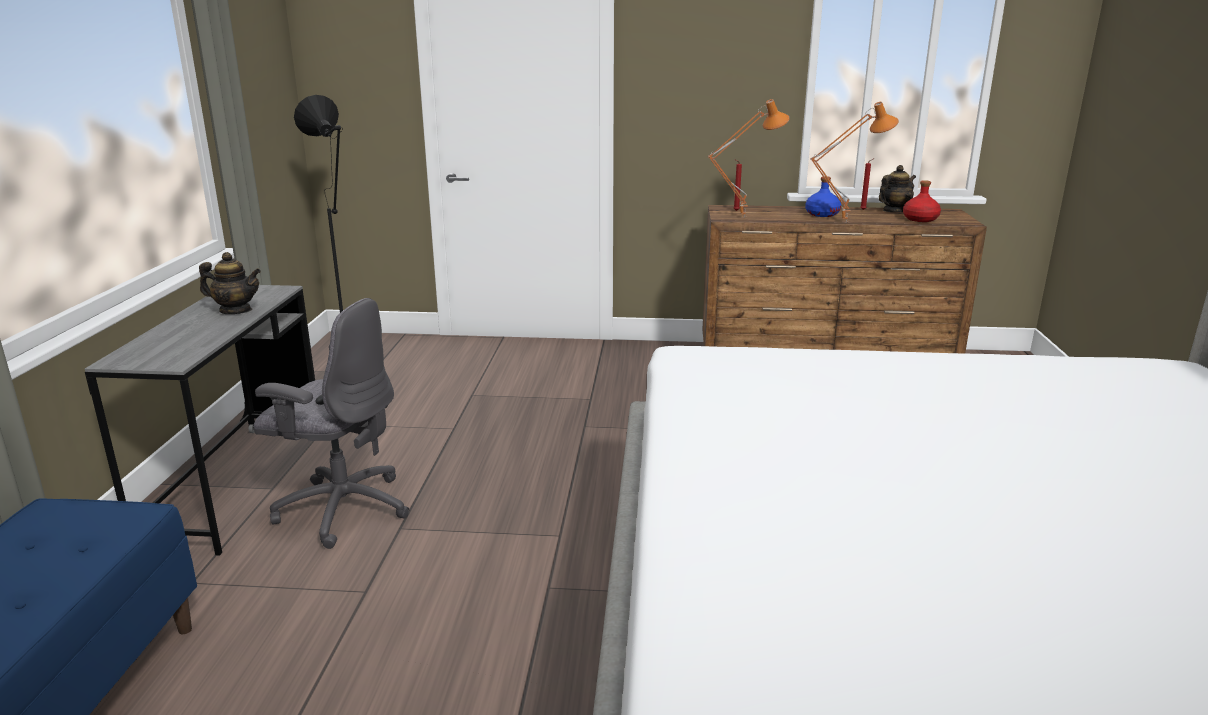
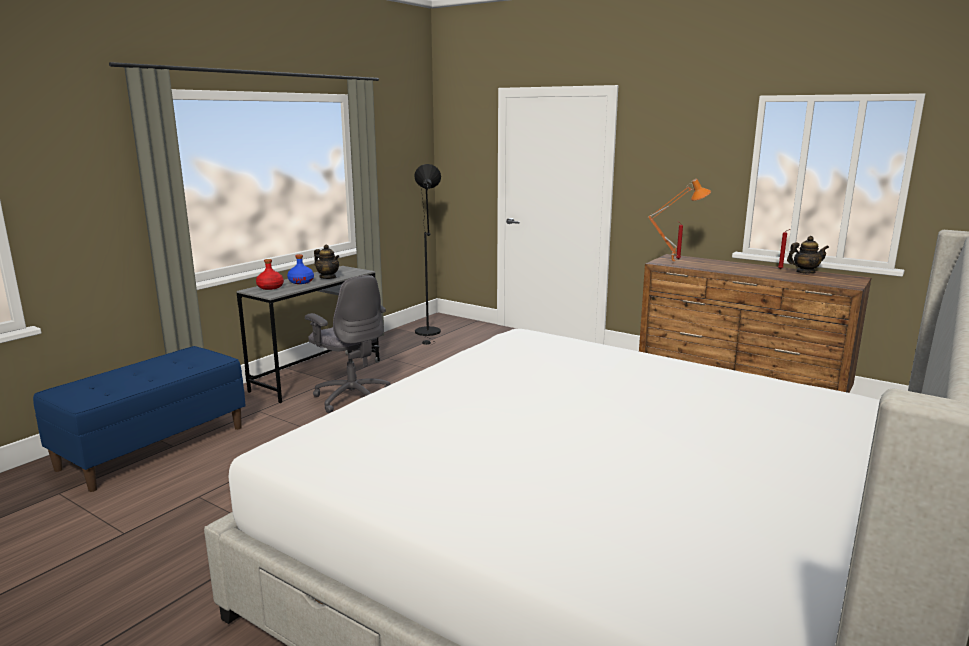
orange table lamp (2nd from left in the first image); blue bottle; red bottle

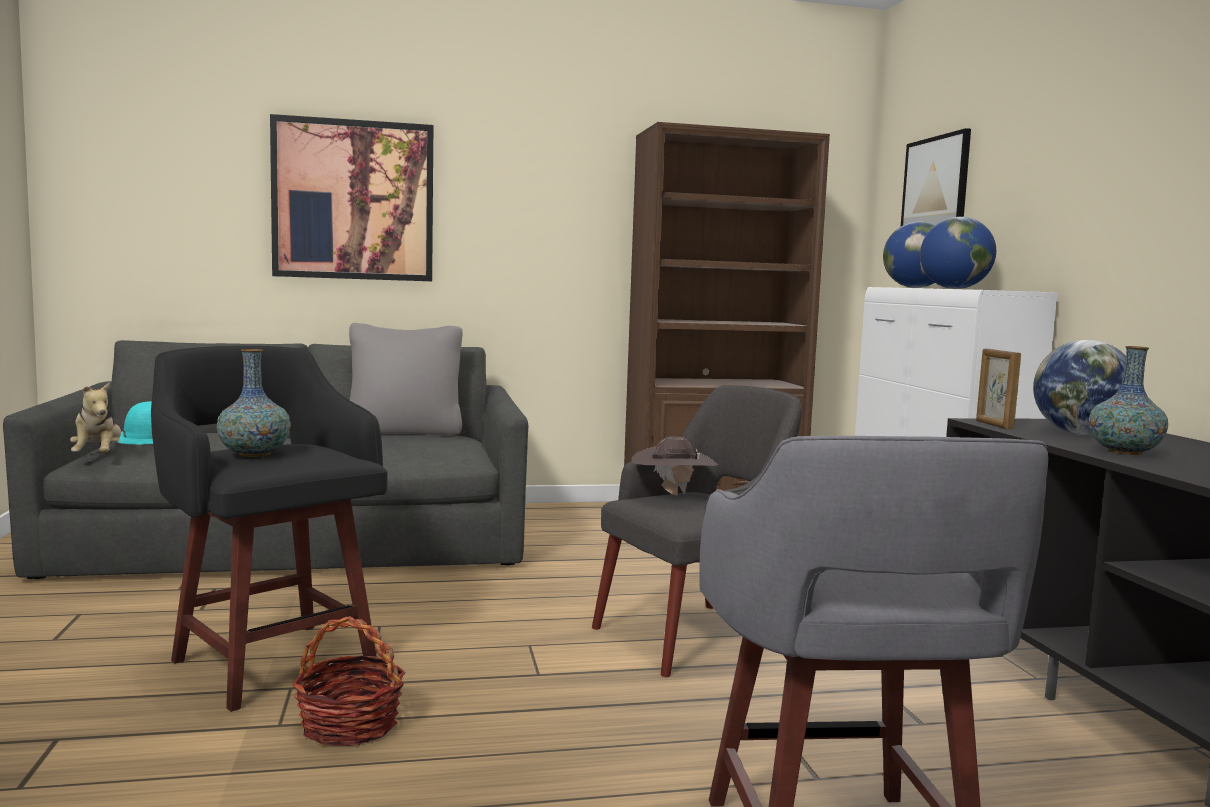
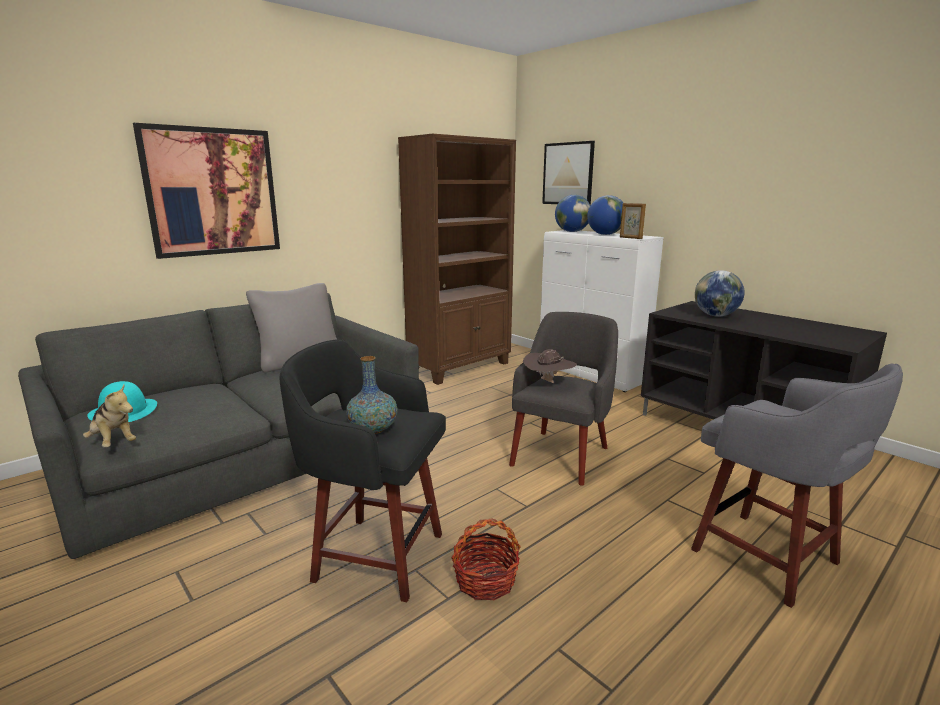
vase (2nd from left in the first image); picture frame

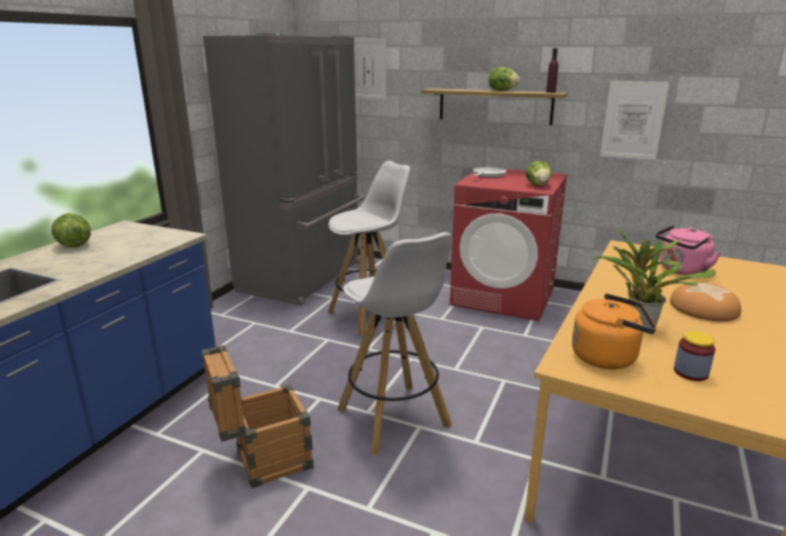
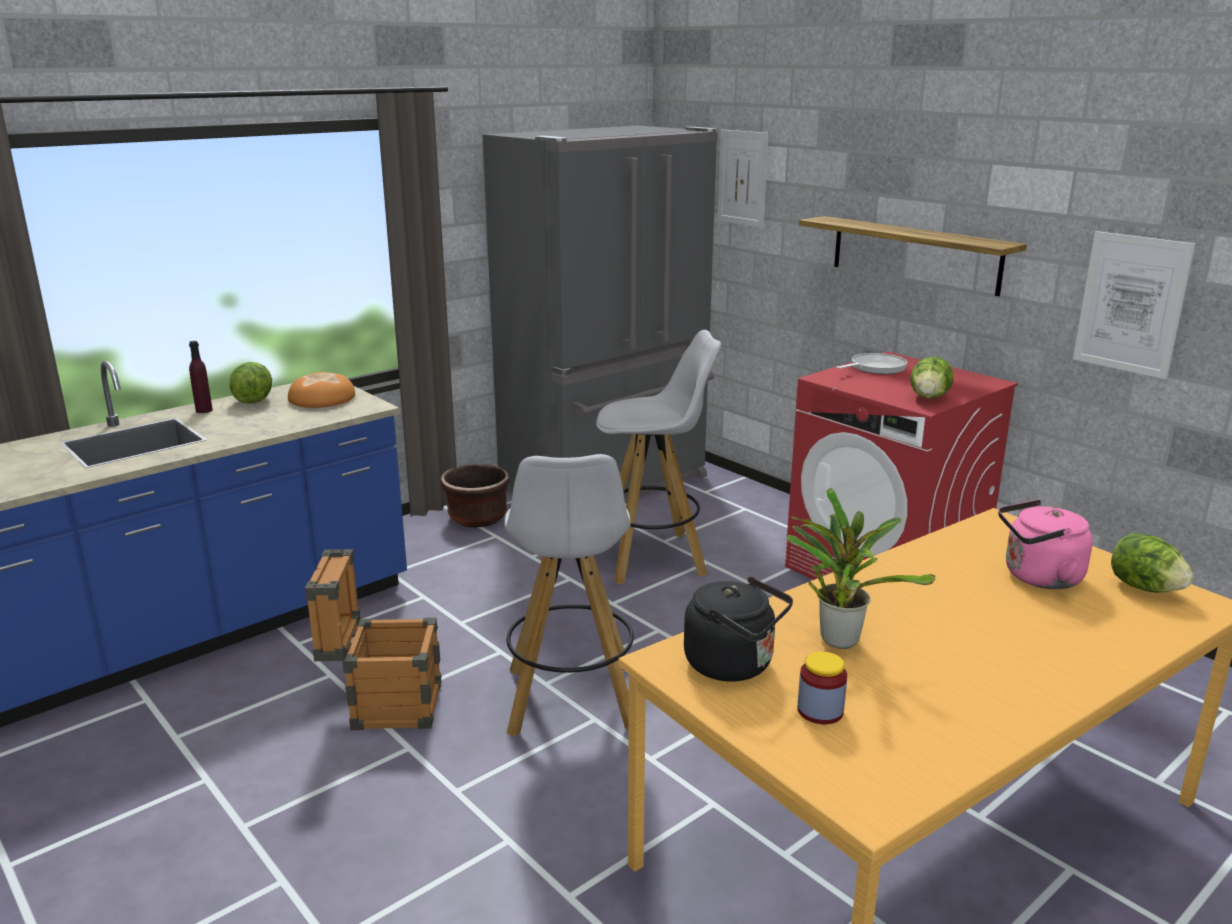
brown planter; lettuce (3rd from left); purple bottle; bread; black kettle

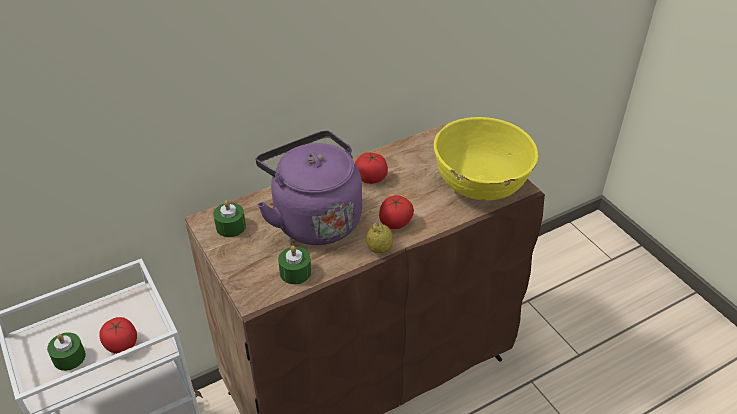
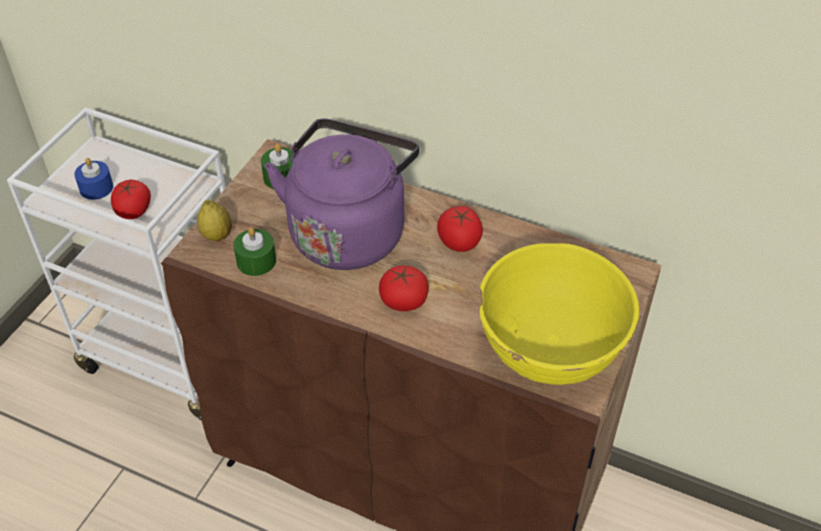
lemon; blue candle

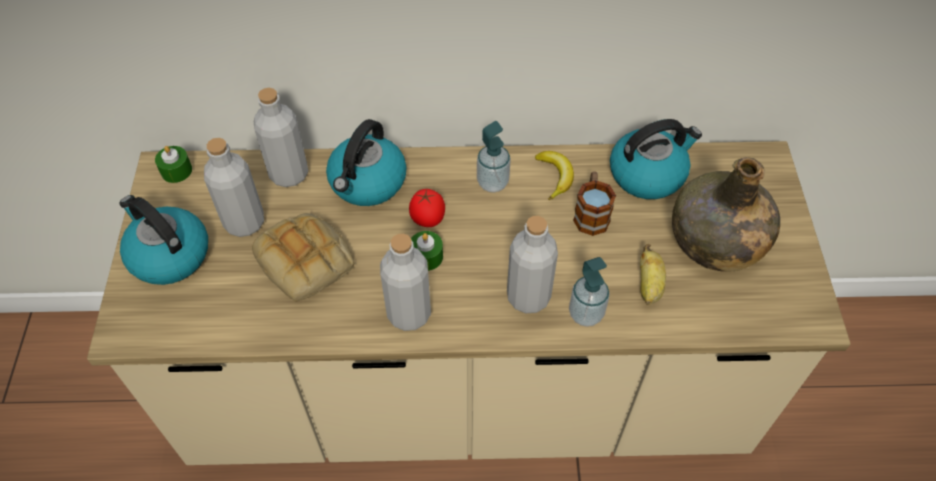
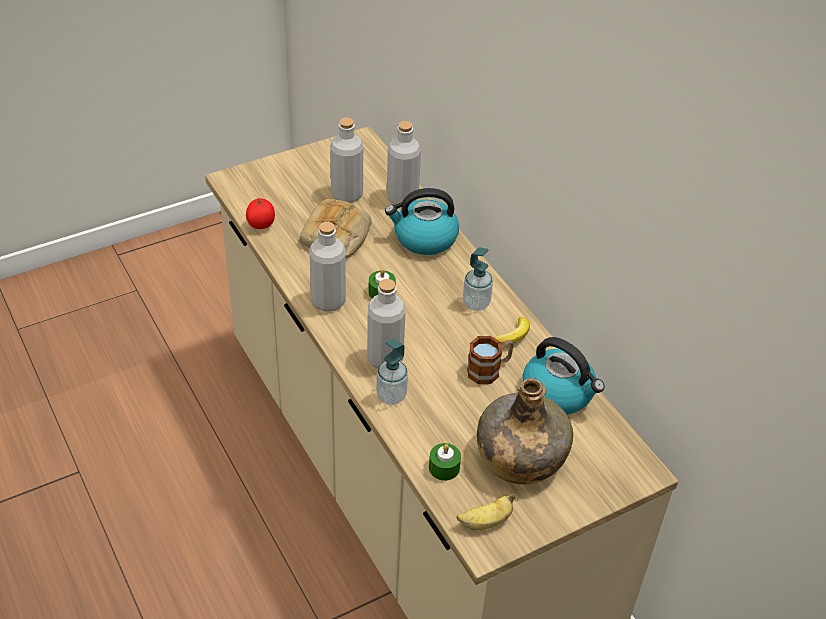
kettle (1st from left in the first image); green candle (2nd from left); tomato; banana (1st from left)

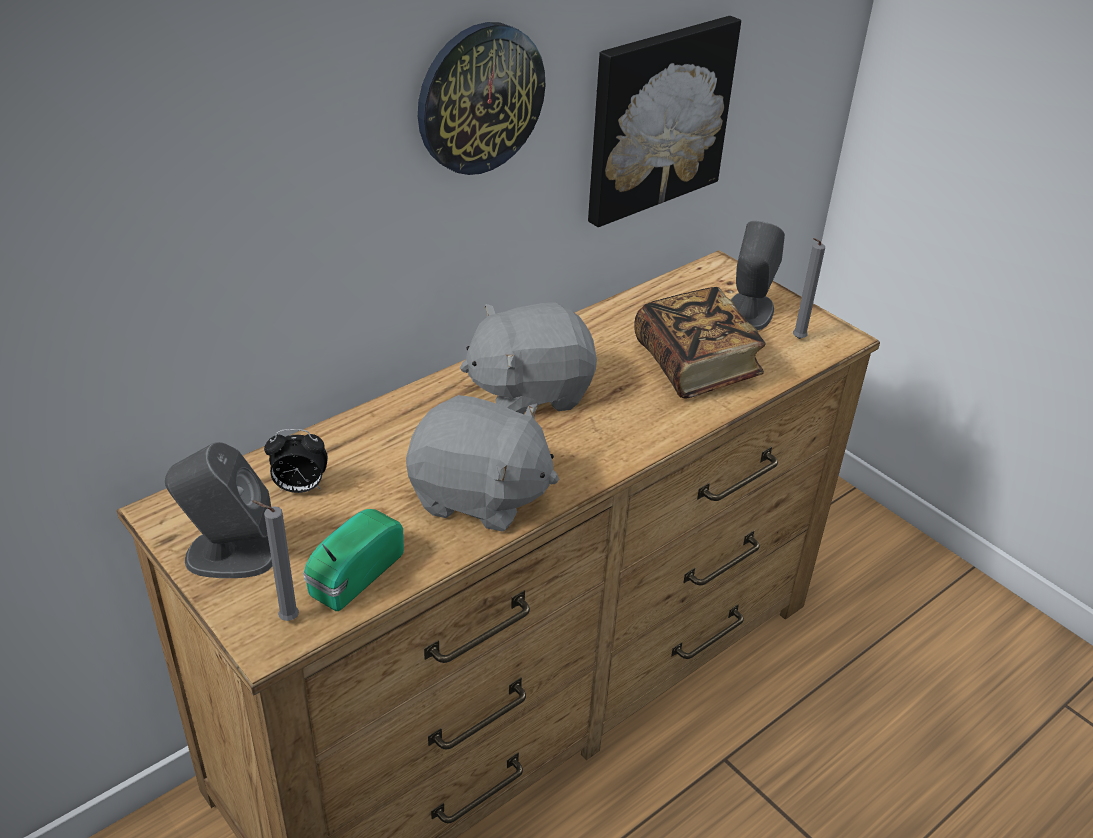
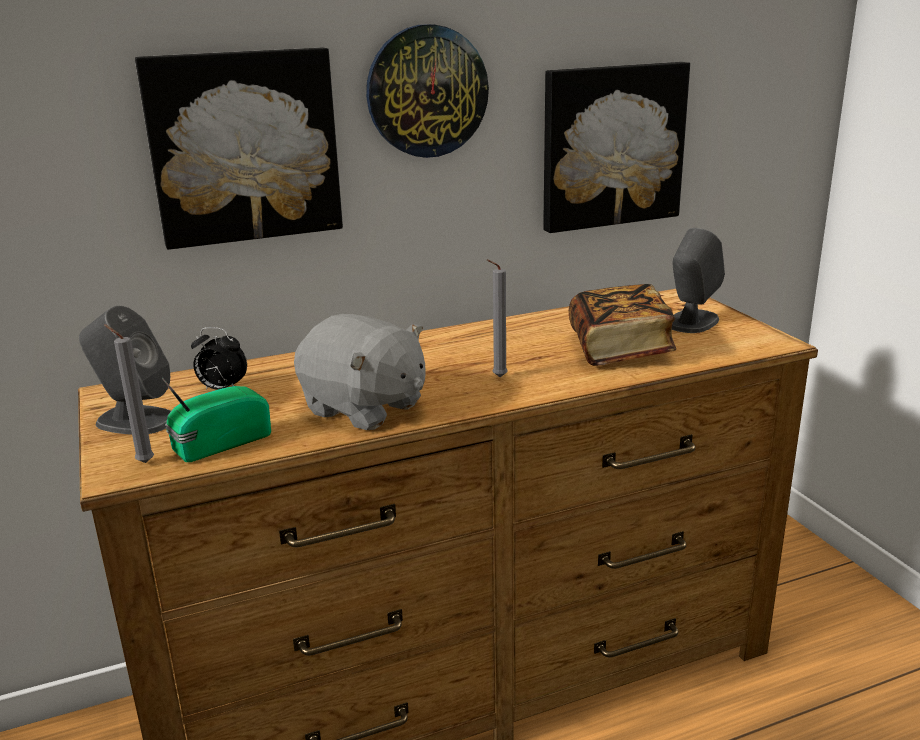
grey plush toy (2nd from left in the first image); picture (1st from left); grey candle (2nd from left)

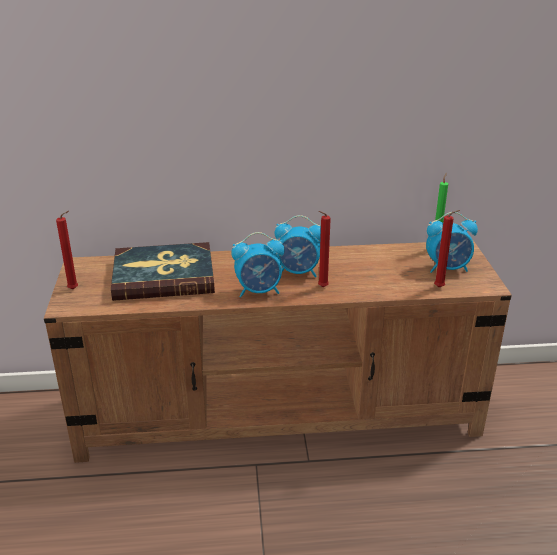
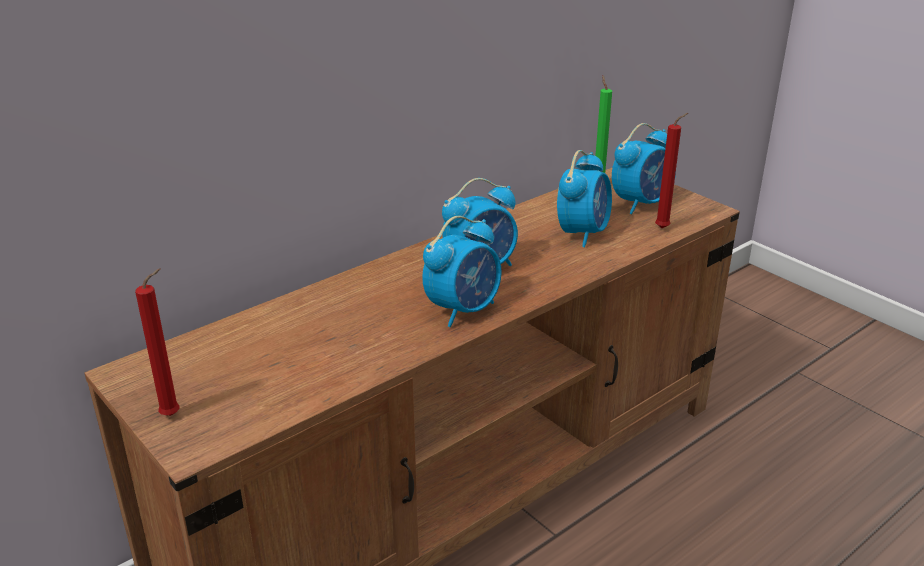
book; red candle (2nd from left in the first image); alarm clock (3rd from left)

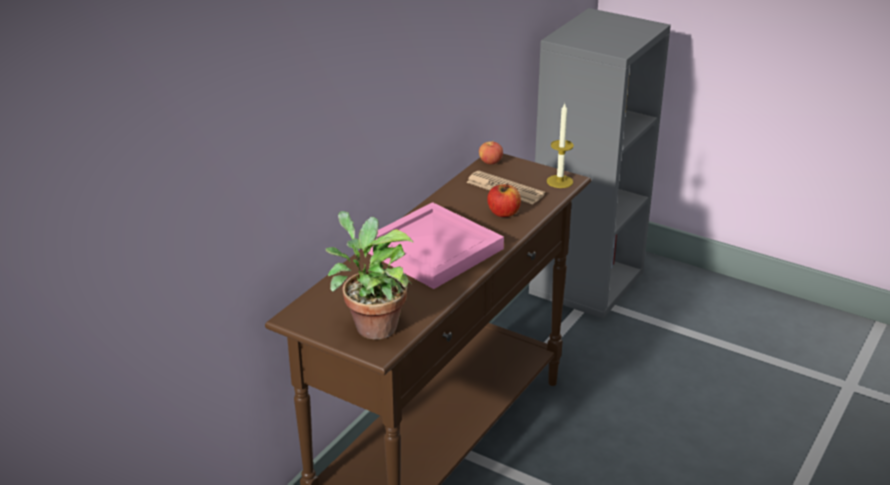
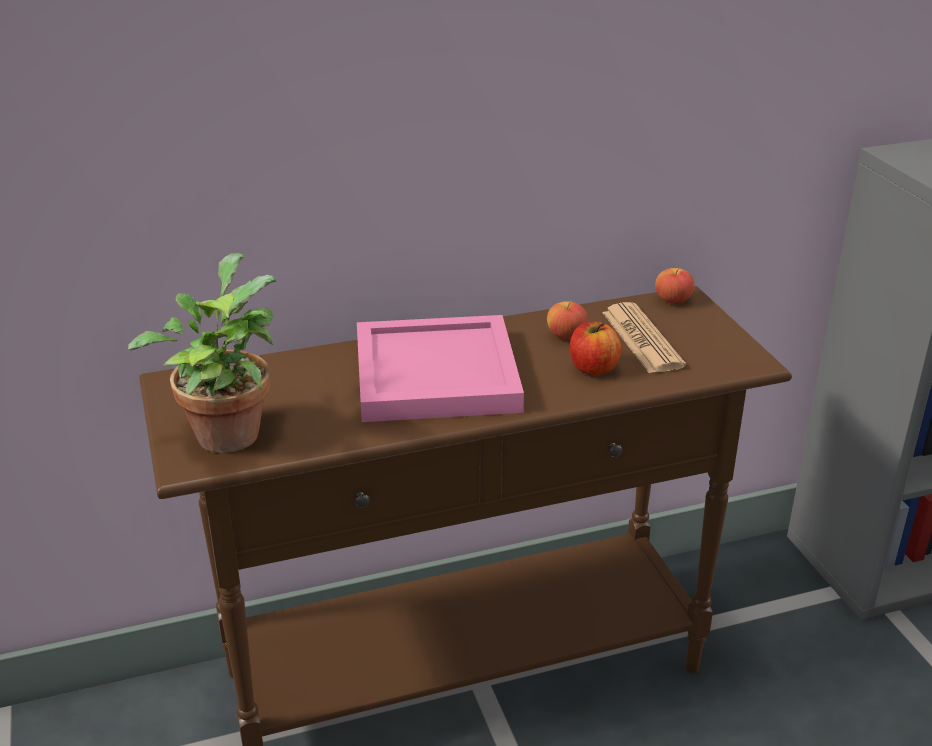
candle; apple (1st from left)

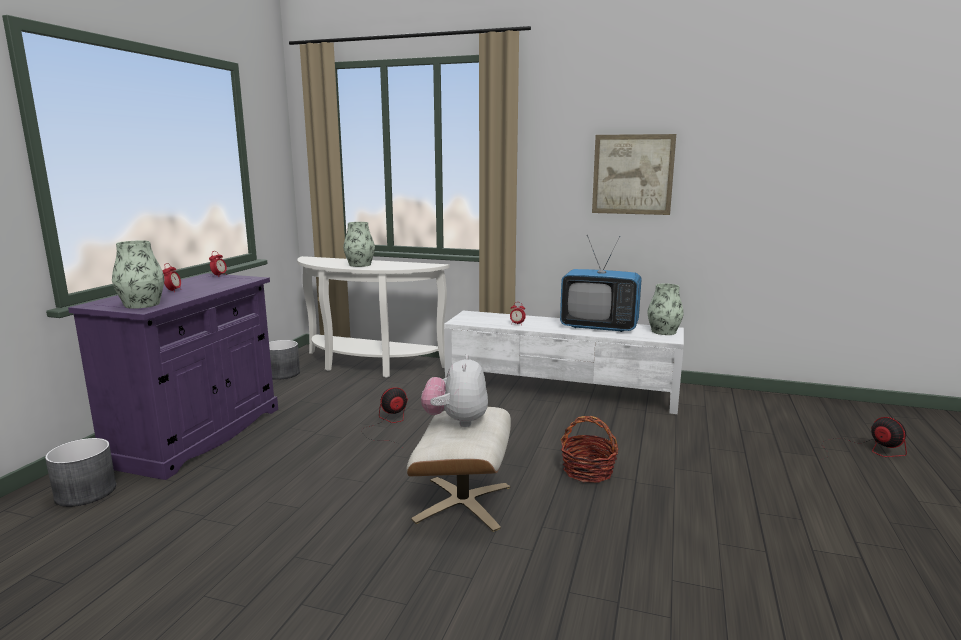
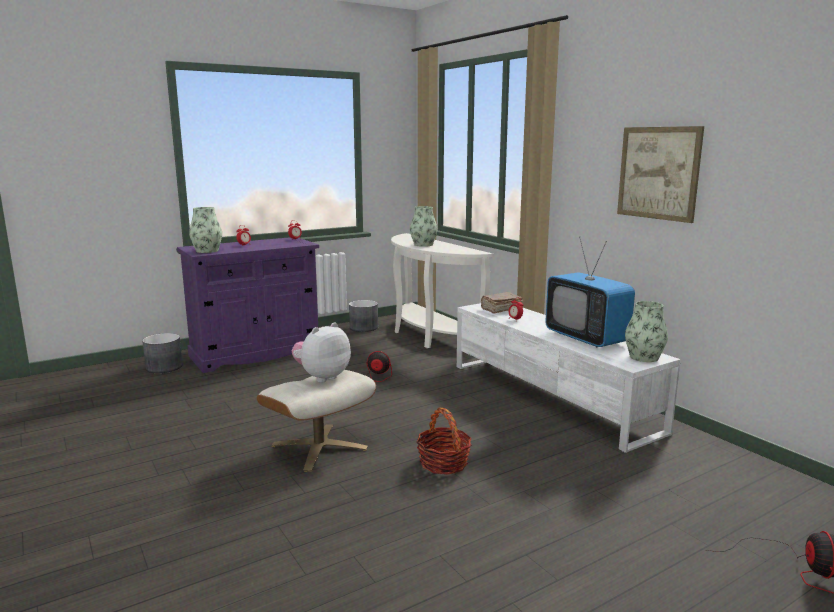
brown book

